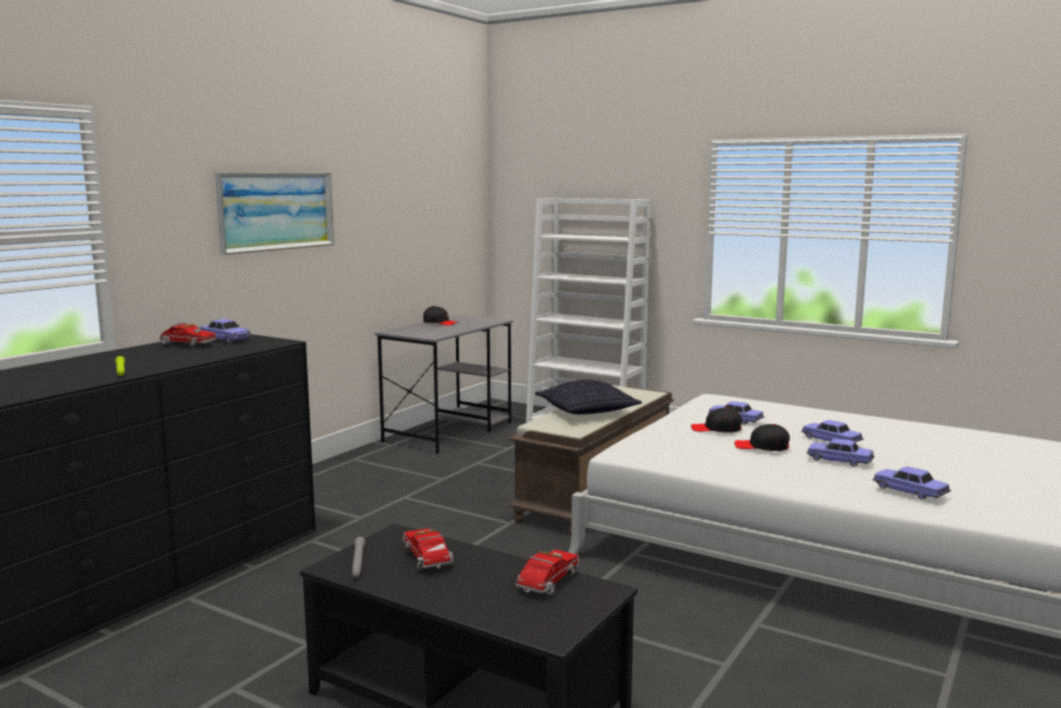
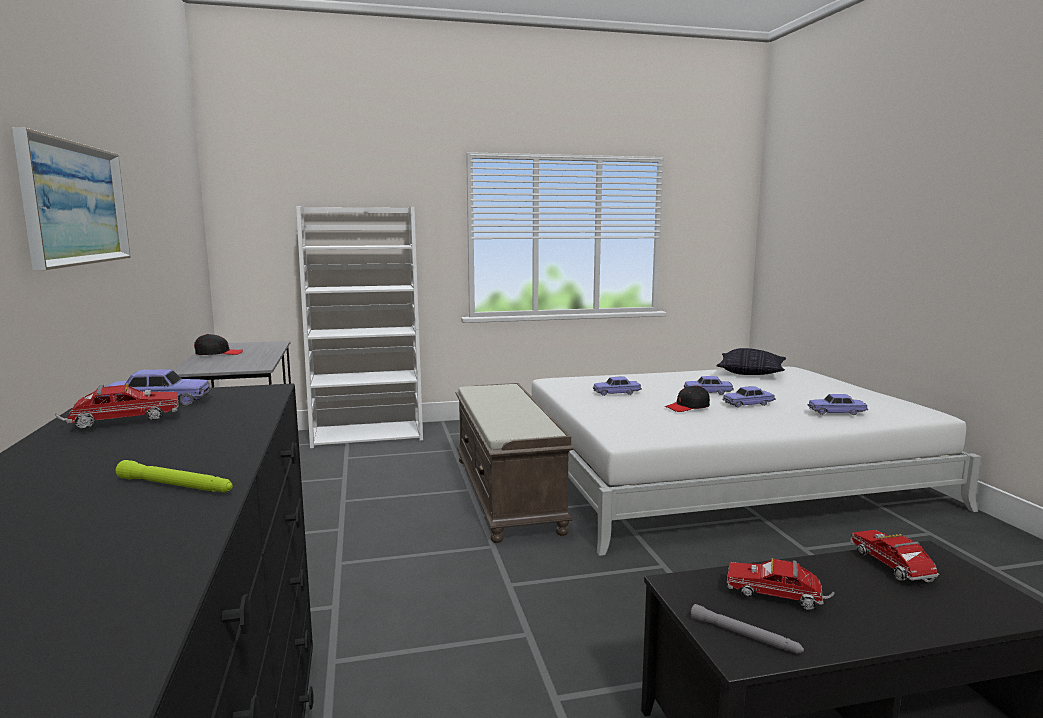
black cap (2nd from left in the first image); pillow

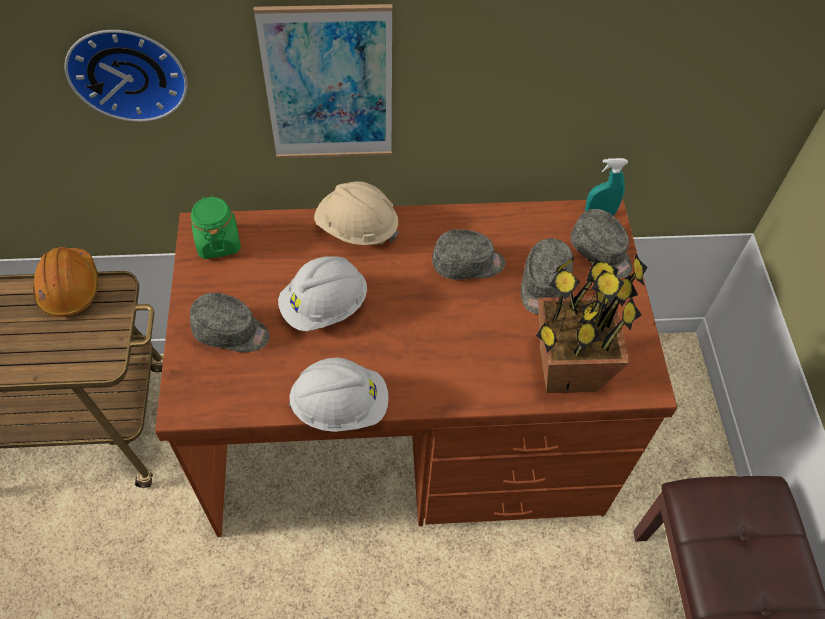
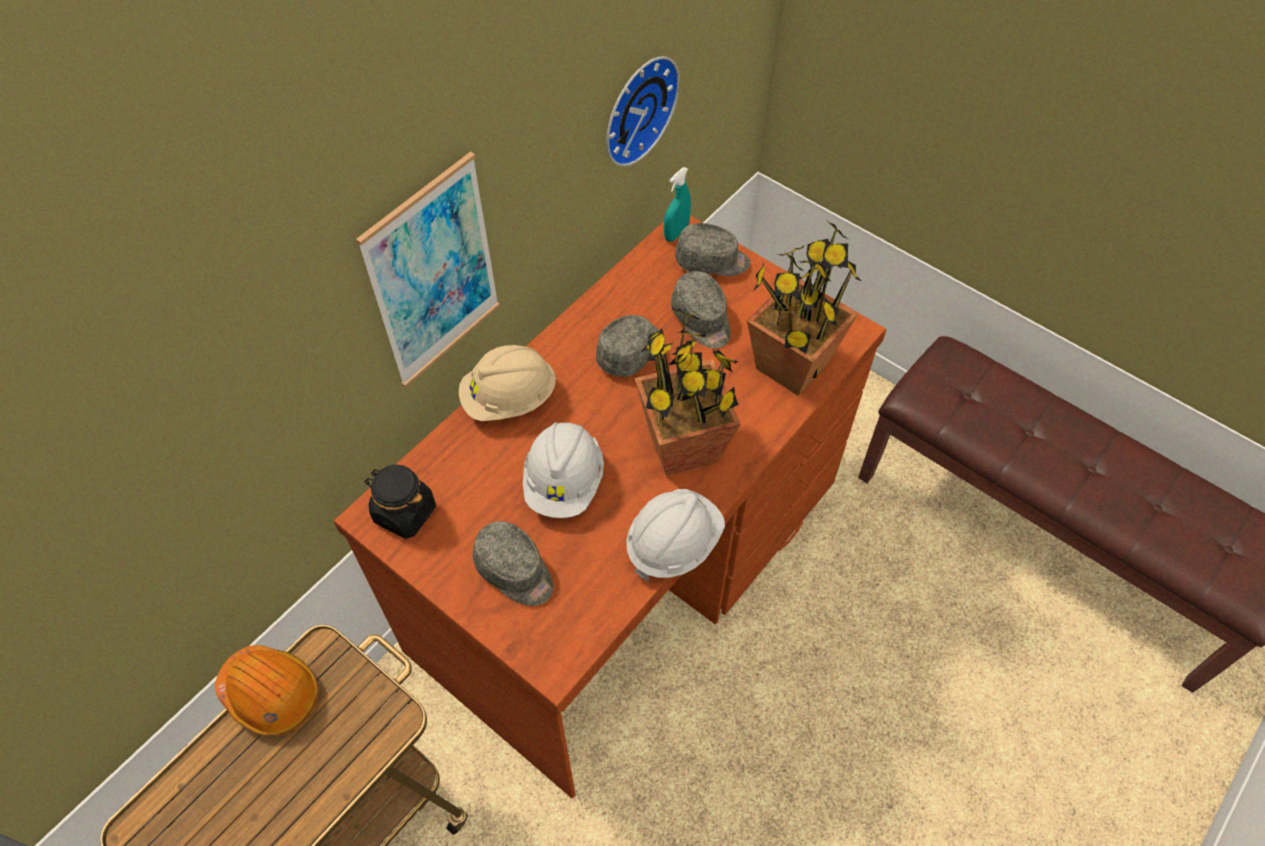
potted plant (1st from left); wall clock; black jar; grey cap (1st from left)

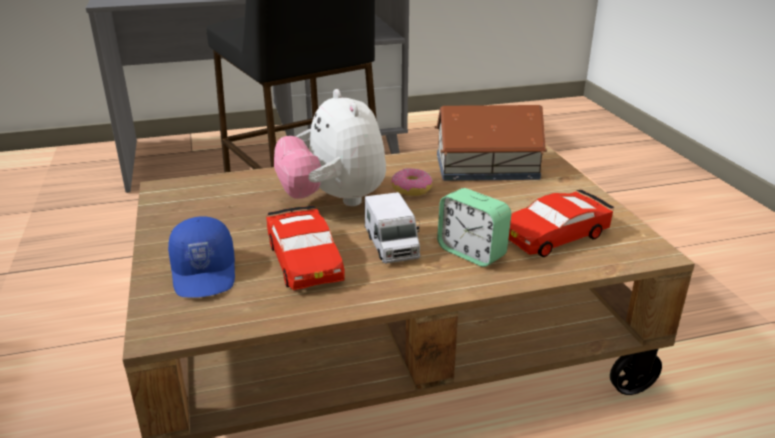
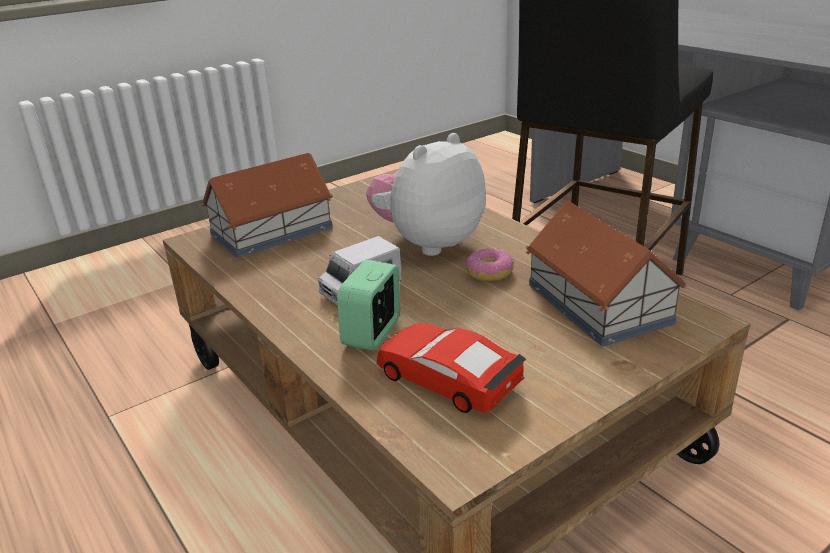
red toy car (1st from left in the first image); toy house (1st from left)

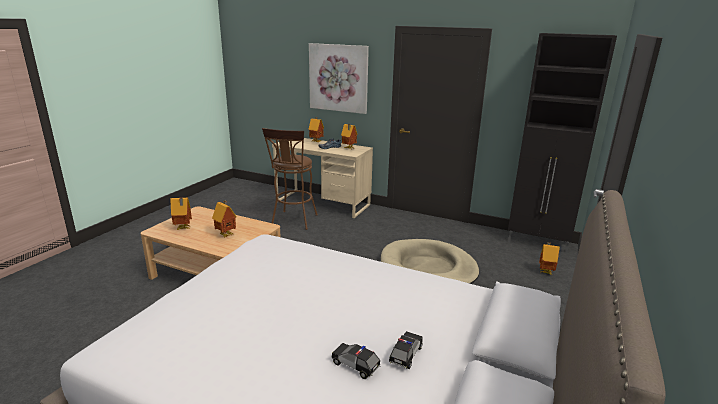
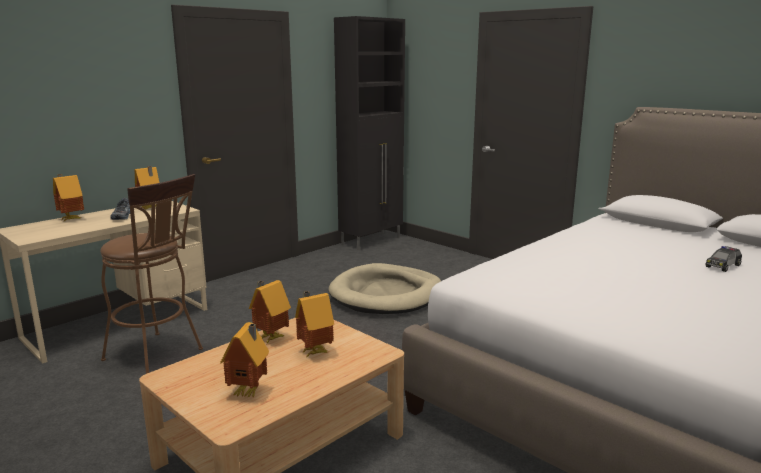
picture; toy car (2nd from left in the first image); toy house (4th from left)

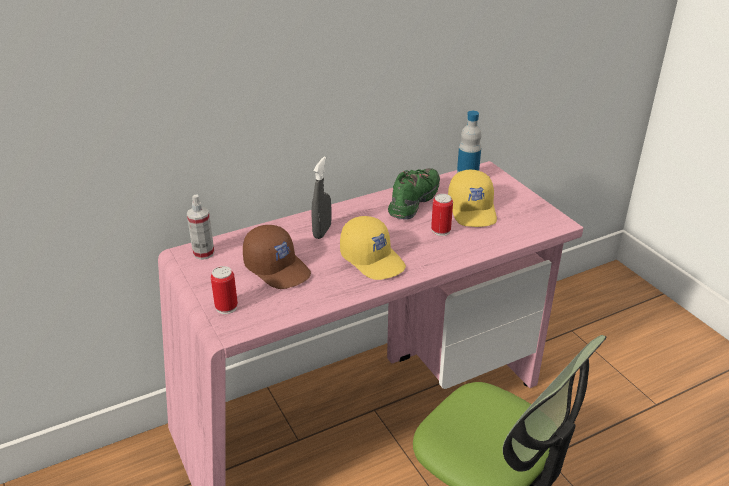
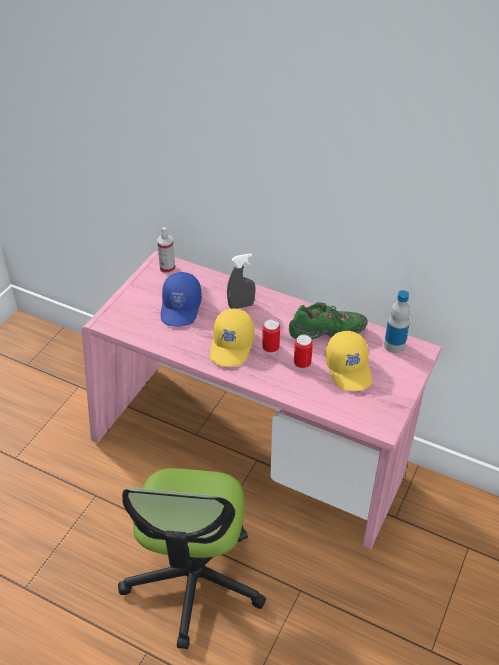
can (1st from left); blue cap; yellow cap (2nd from left)

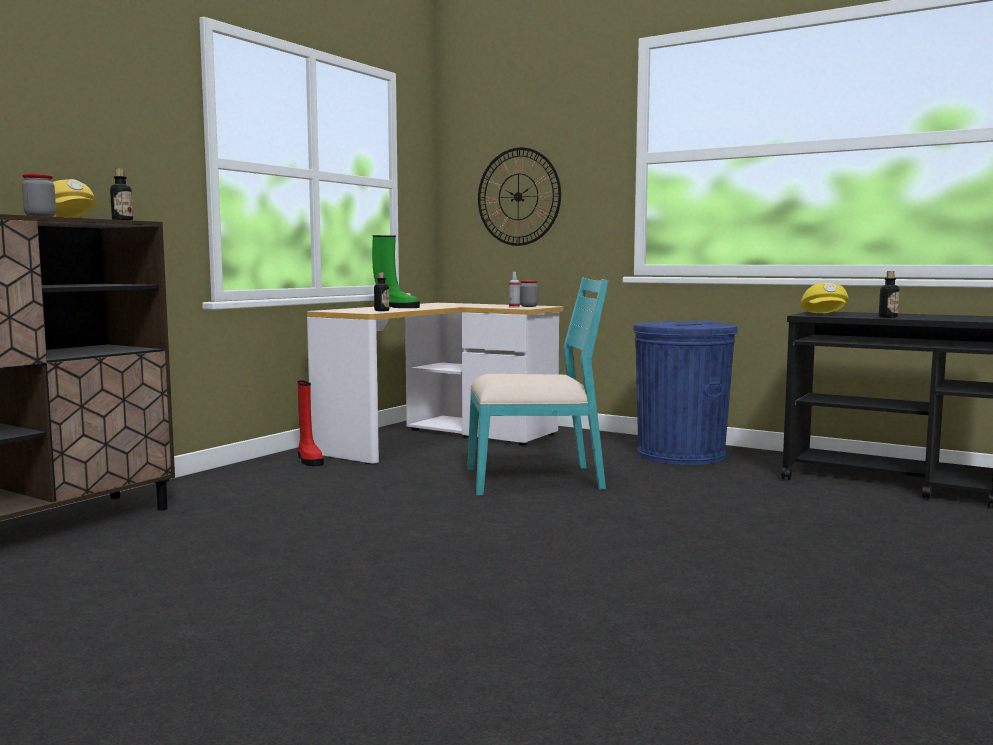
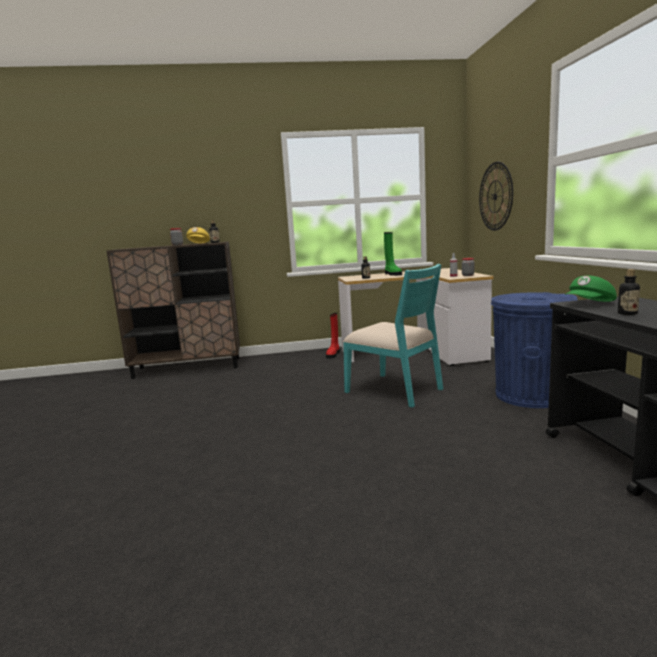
green cap

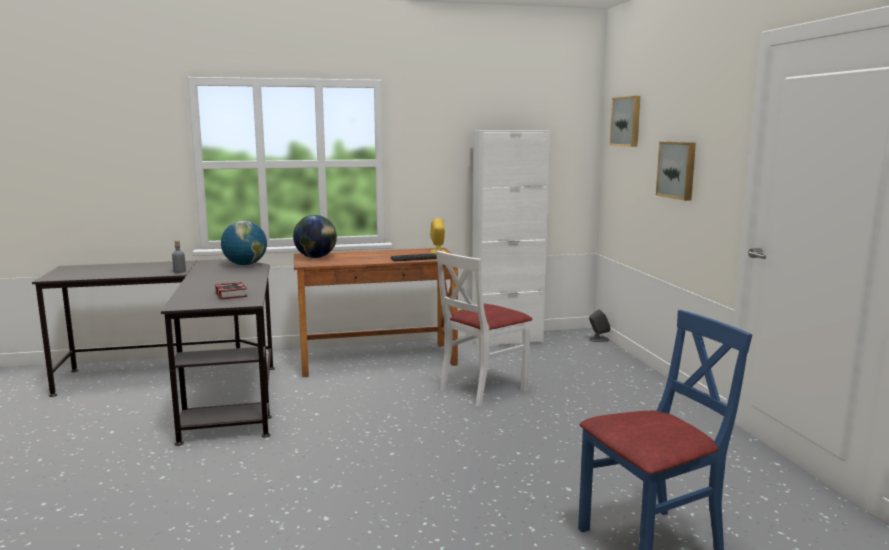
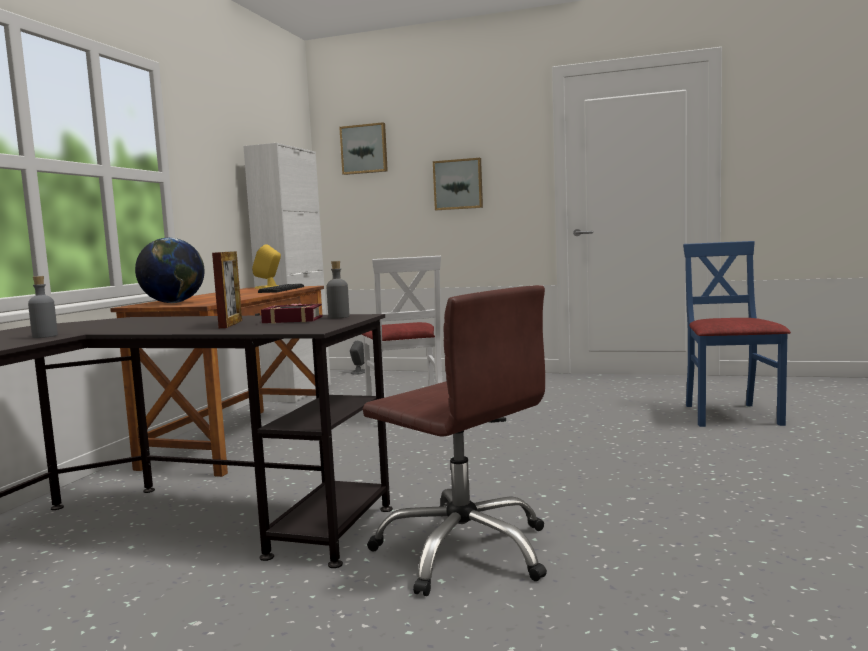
globe (1st from left in the first image); picture frame; grey bottle (2nd from left); brown office chair

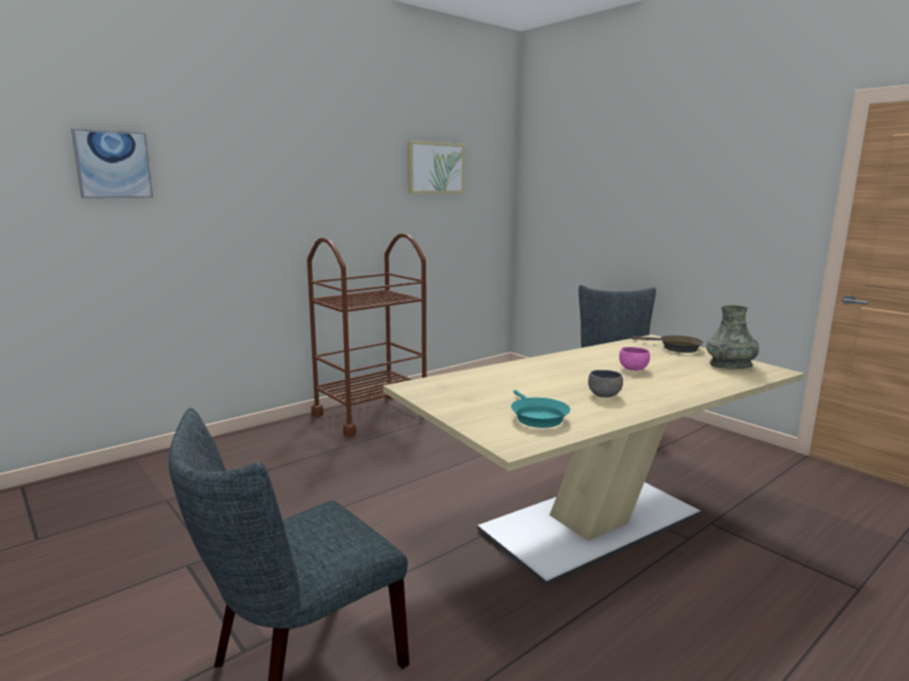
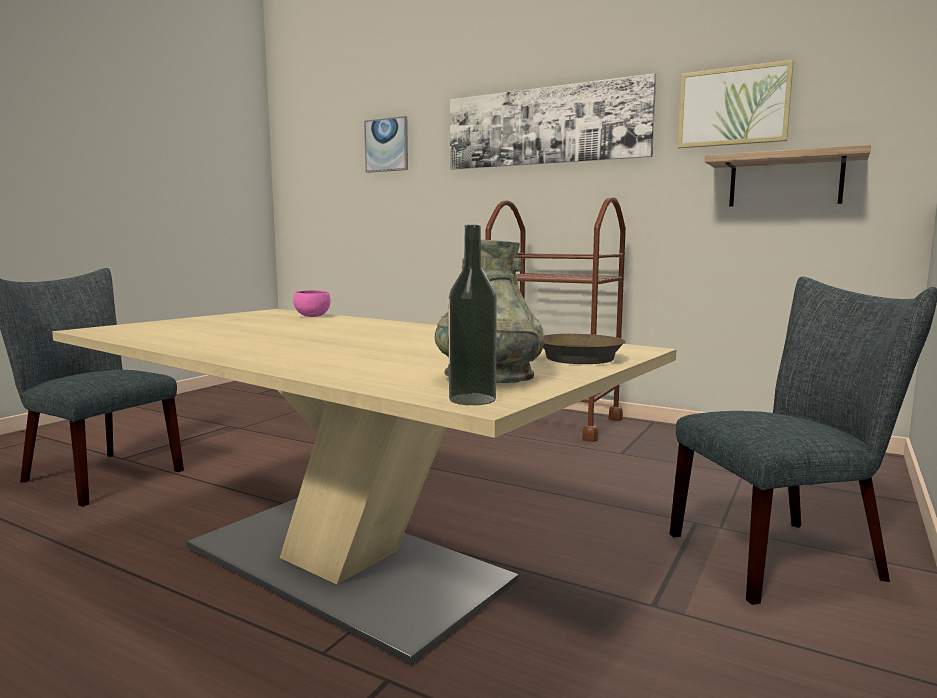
turquoise frying pan; grey bowl; bottle; picture (2nd from left); shelf; pink bowl

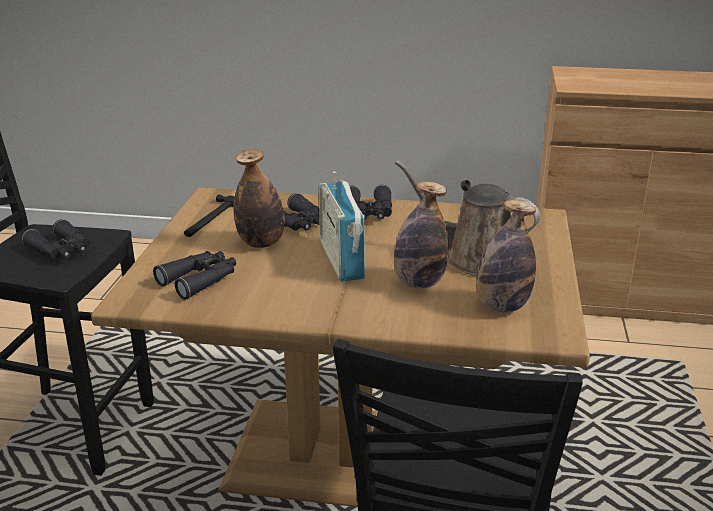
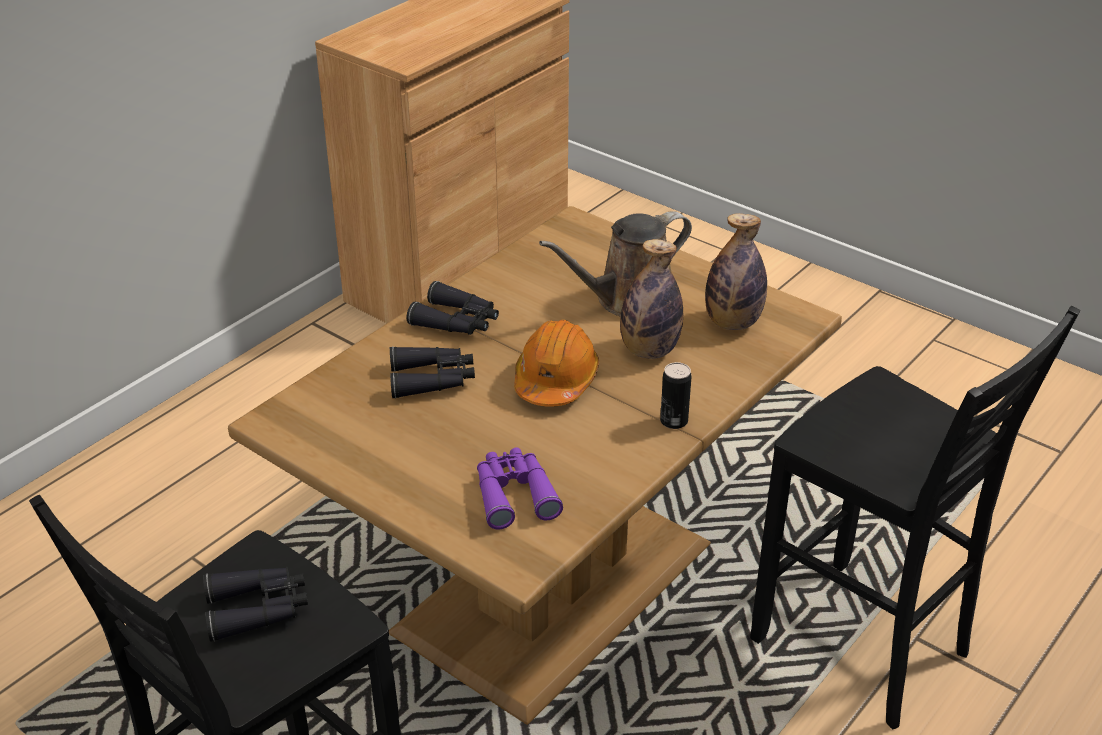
hammer; bottle (1st from left in the first image); can; orange hard hat; purple binoculars

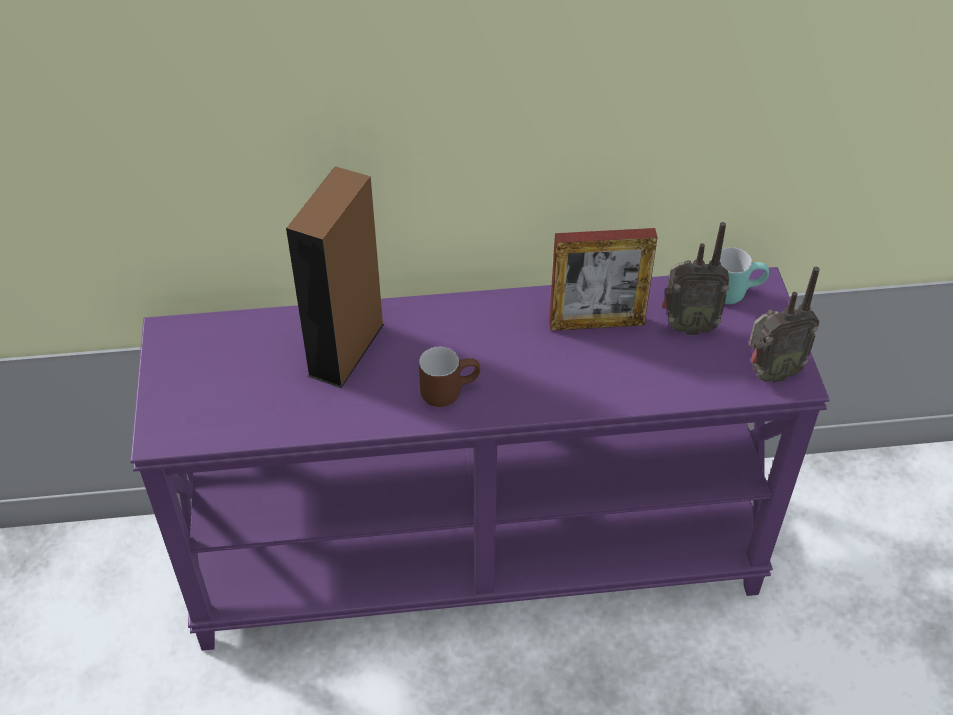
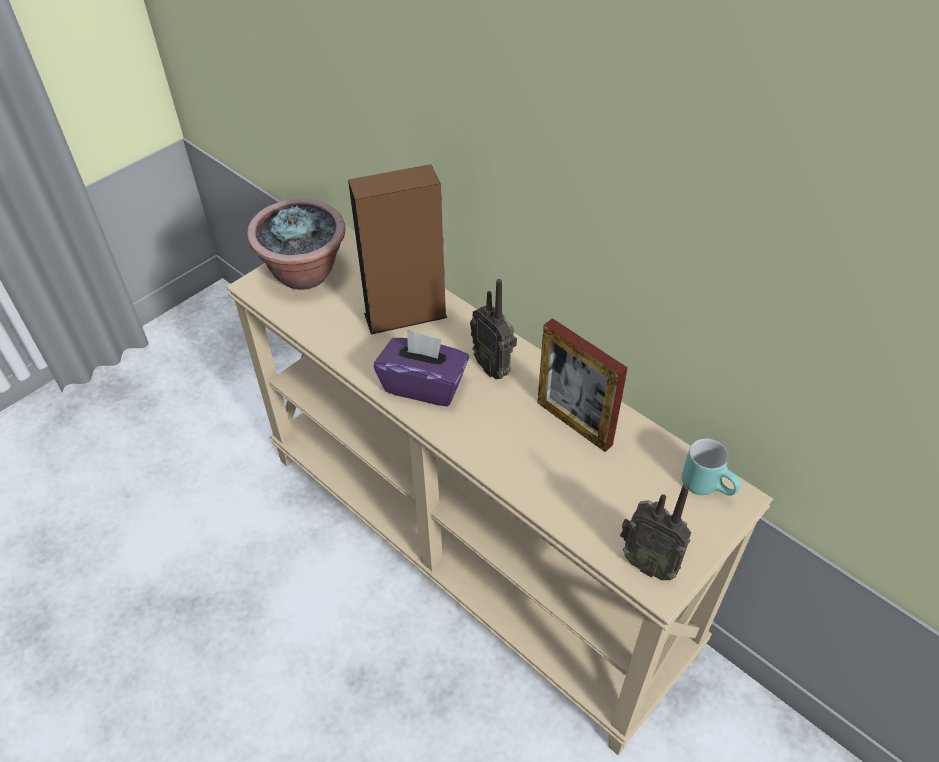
potted plant; radio (1st from left); purple tissue box; beige console table

